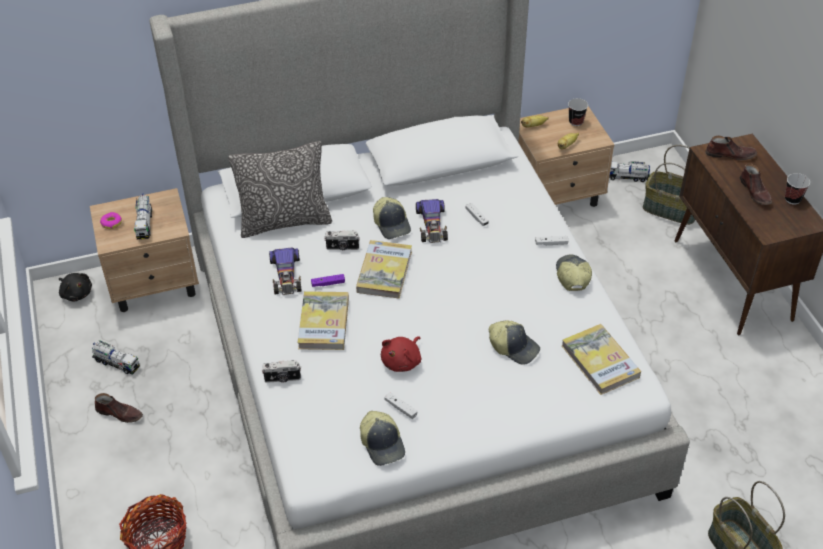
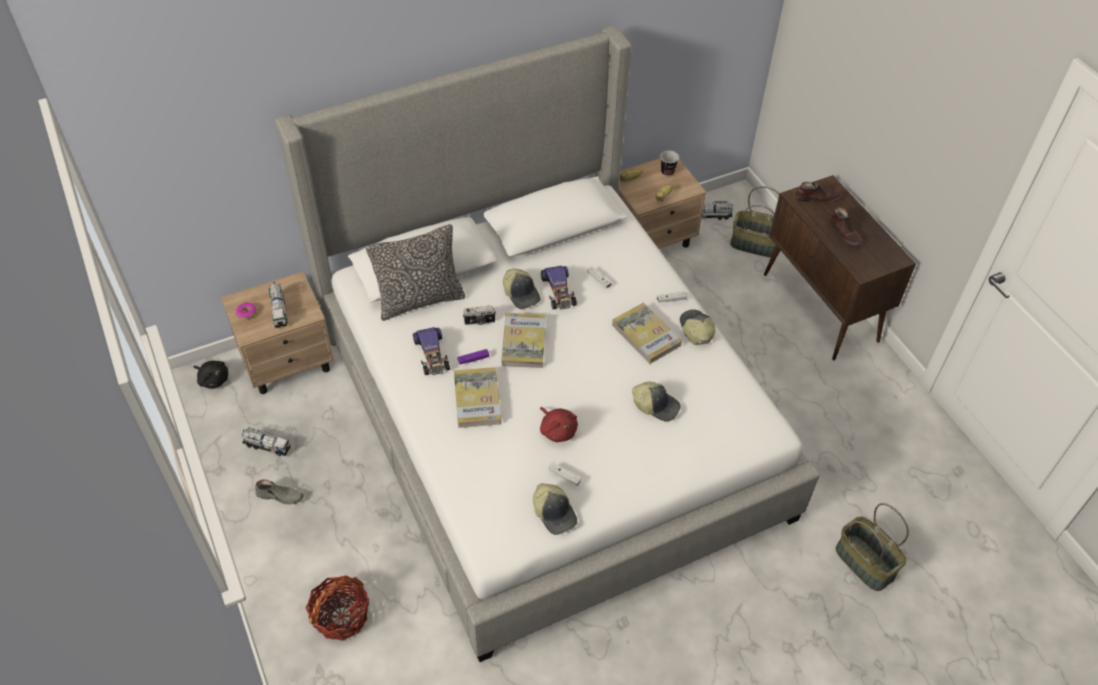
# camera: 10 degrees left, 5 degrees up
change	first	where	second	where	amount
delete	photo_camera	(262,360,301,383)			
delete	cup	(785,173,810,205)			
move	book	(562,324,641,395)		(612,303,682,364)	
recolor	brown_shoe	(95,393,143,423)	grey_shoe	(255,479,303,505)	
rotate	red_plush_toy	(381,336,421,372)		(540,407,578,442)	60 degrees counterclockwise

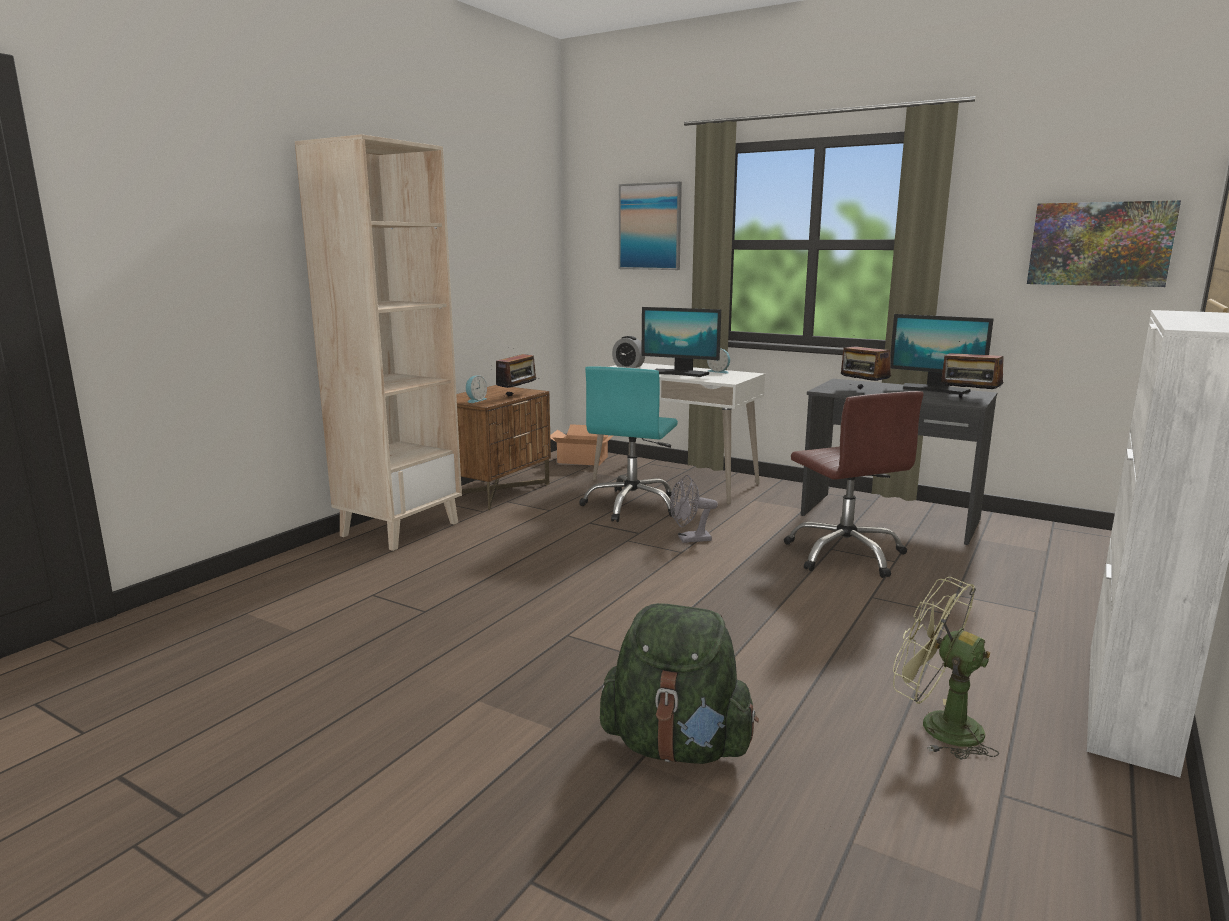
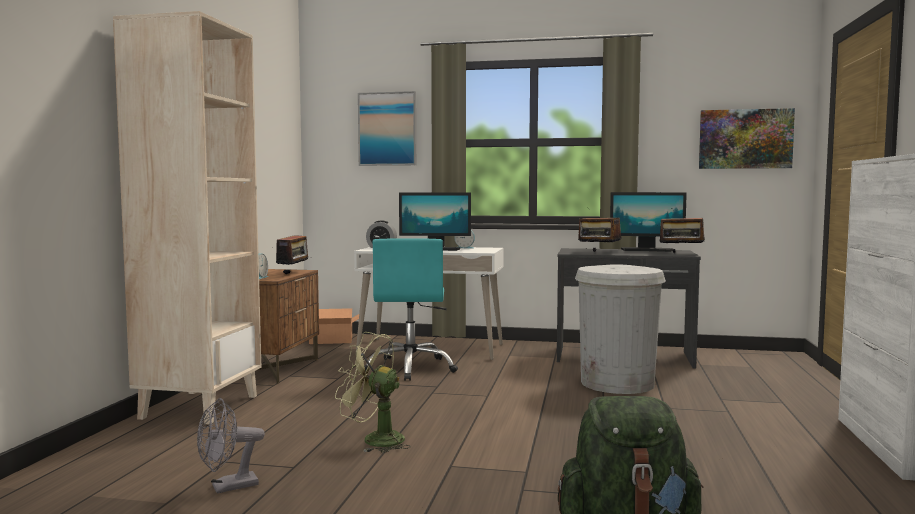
# camera: 20 degrees left, 10 degrees down
change	first	where	second	where	amount
move	grey_fan	(670,475,718,543)		(197,398,265,494)	
move	green_fan	(893,577,999,760)		(335,332,411,453)	
replace	brown_office_chair	(784,391,924,578)	white_trash_can	(575,264,666,394)	

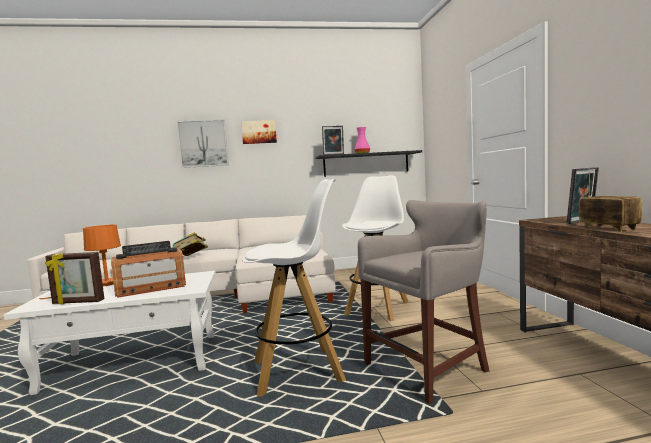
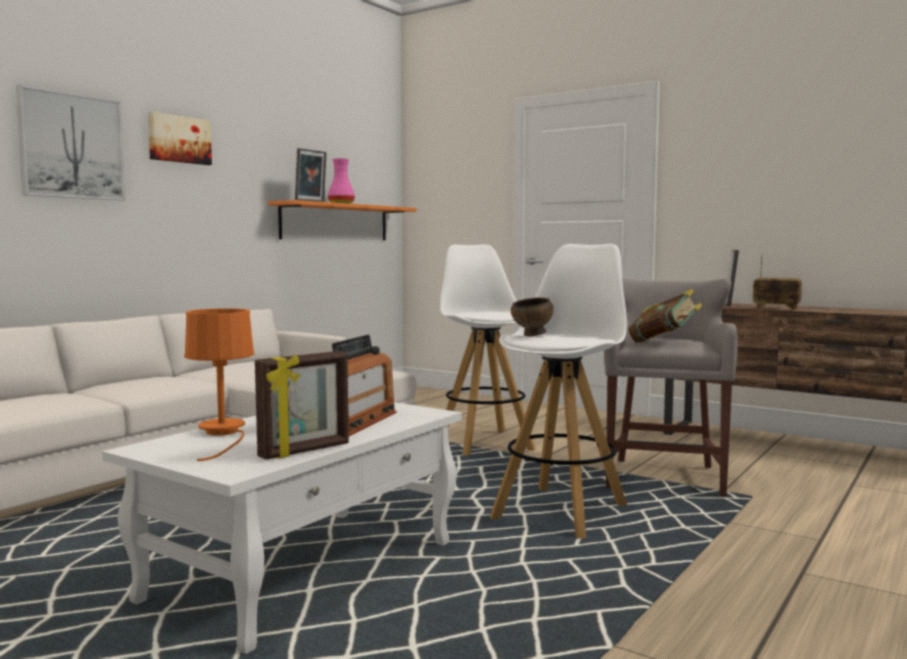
# camera: 45 degrees left, 0 degrees up
change	first	where	second	where	amount
insert			brown_bowl	(511,298,553,336)	
move	book	(173,233,208,256)		(628,289,702,343)	
recolor	black_shelf	(316,150,422,177)	orange_shelf	(268,200,417,240)	

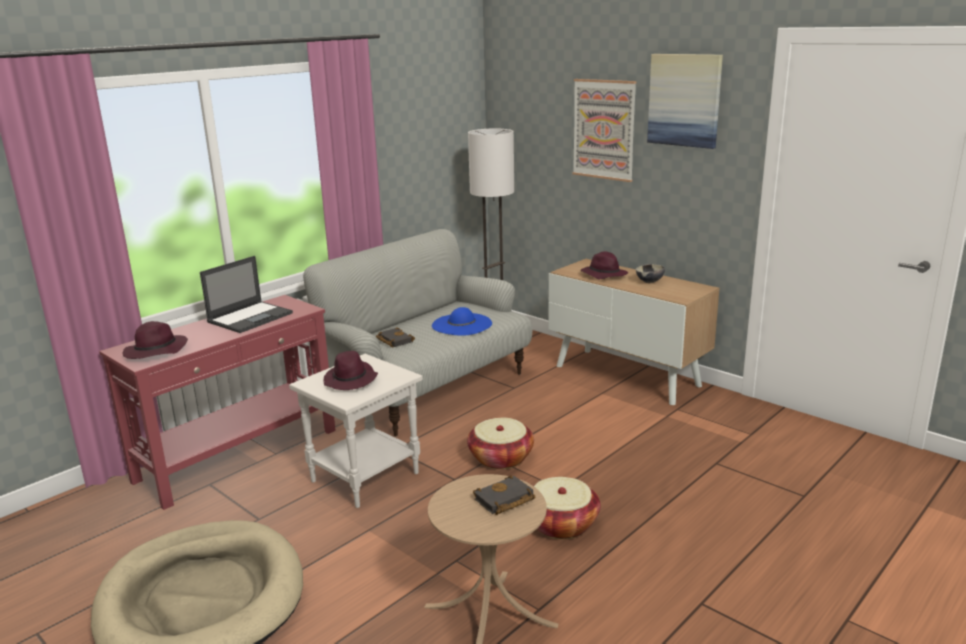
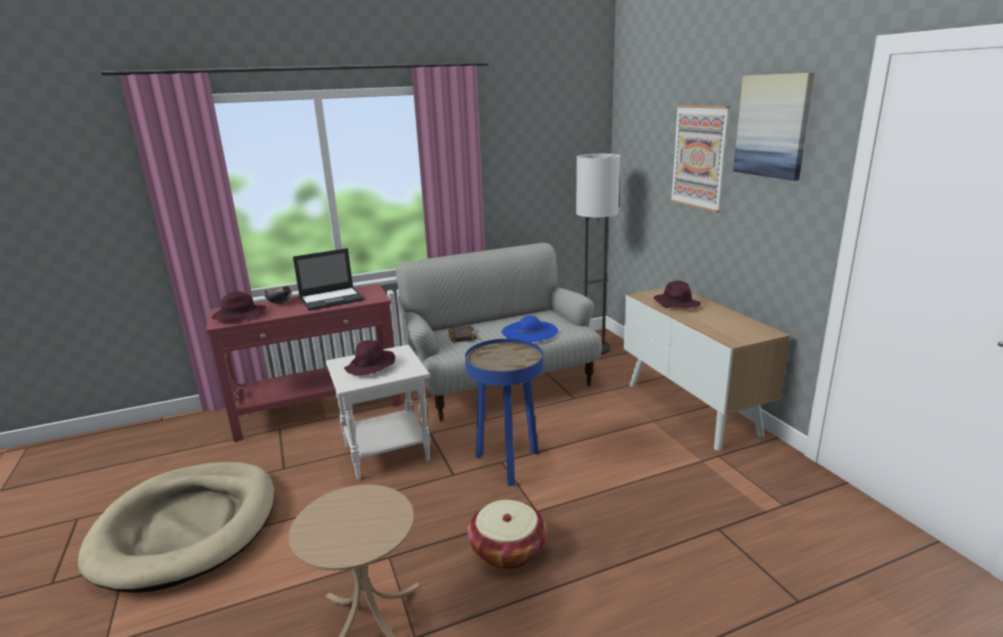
# camera: 25 degrees right, 0 degrees up
change	first	where	second	where	amount
delete	black_book	(473,475,535,515)			
move	bowl	(635,264,665,283)		(263,286,292,304)	
replace	basket	(467,418,534,469)	blue_side_table	(465,339,543,486)	

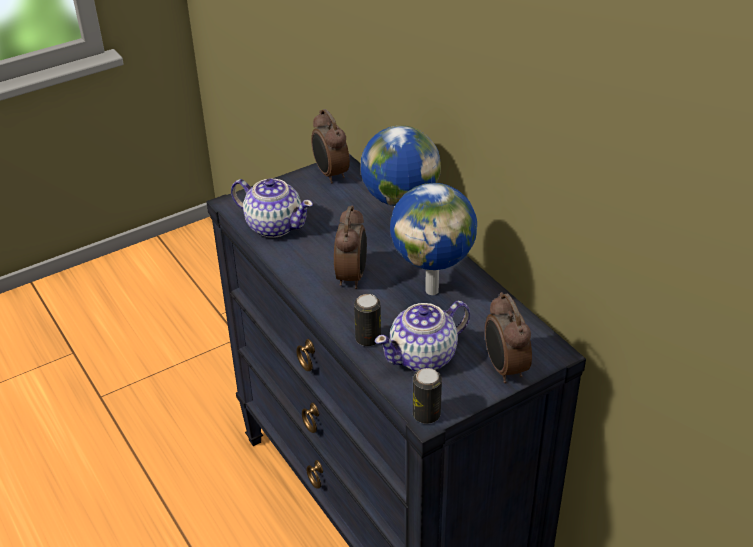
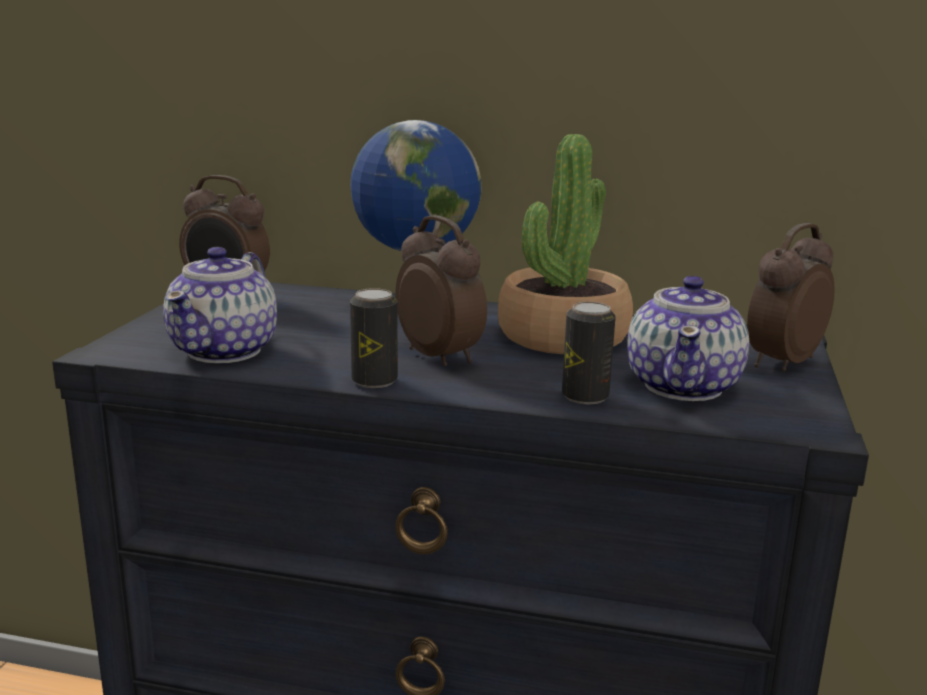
# camera: 45 degrees left, 20 degrees down
change	first	where	second	where	amount
move	can	(413,368,442,424)		(350,288,398,388)	
replace	globe	(390,183,477,295)	potted_plant	(498,134,633,354)	
rotate	teapot	(231,179,313,238)		(163,247,277,363)	120 degrees clockwise
rotate	alarm_clock	(485,292,532,383)		(747,223,834,371)	105 degrees clockwise

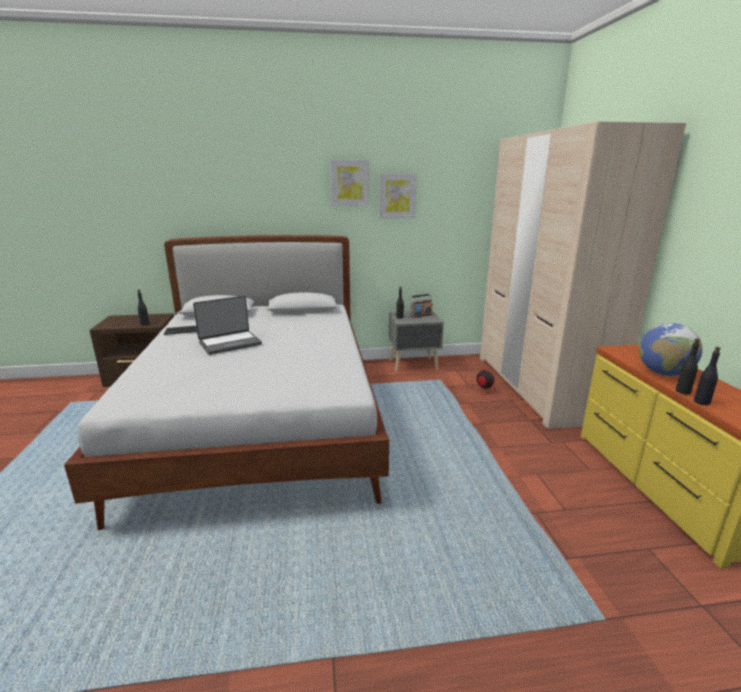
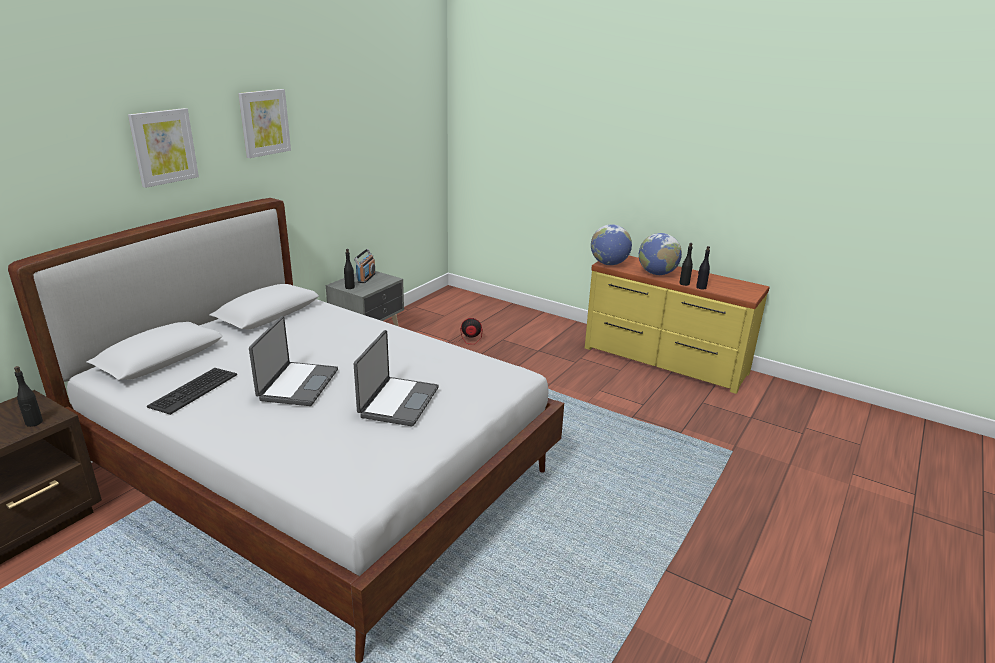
# camera: 50 degrees left, 5 degrees up
change	first	where	second	where	amount
delete	beige_wardrobe	(480,121,686,429)			
insert			laptop	(354,330,439,426)	
insert			globe	(591,224,632,265)	
move	picture	(379,174,416,218)		(128,108,199,188)	

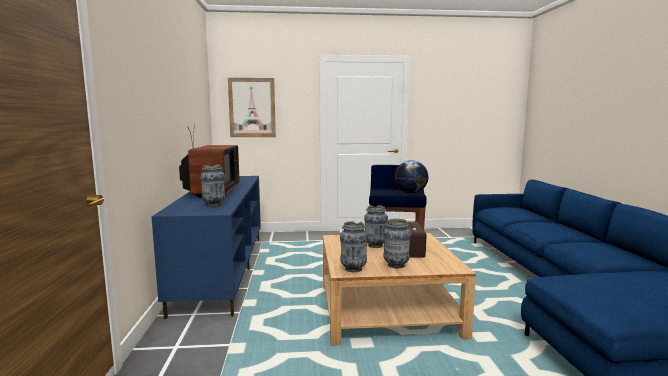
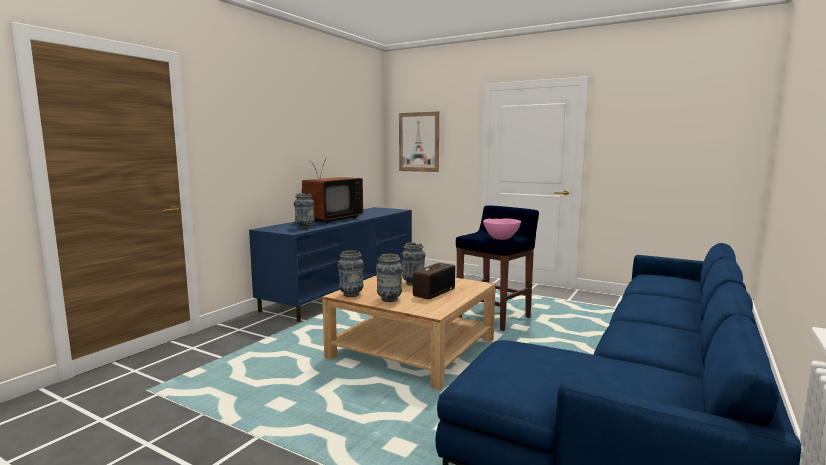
# camera: 35 degrees right, 0 degrees up
change	first	where	second	where	amount
replace	globe	(394,160,428,194)	pink_bowl	(483,218,521,240)	

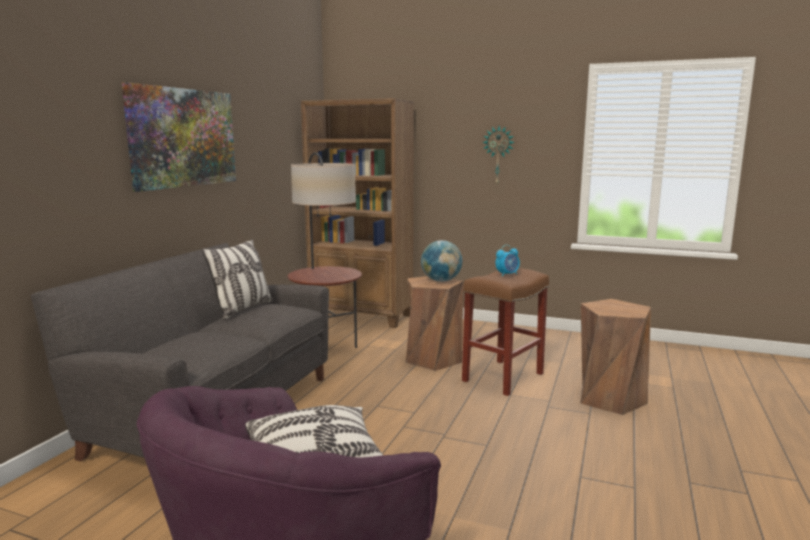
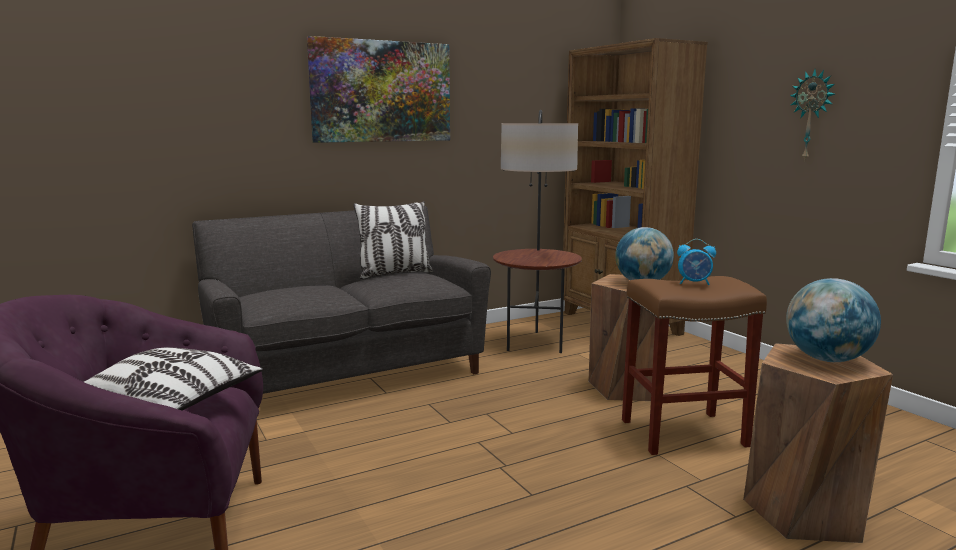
# camera: 40 degrees right, 0 degrees up
change	first	where	second	where	amount
insert			globe	(786,278,881,362)	

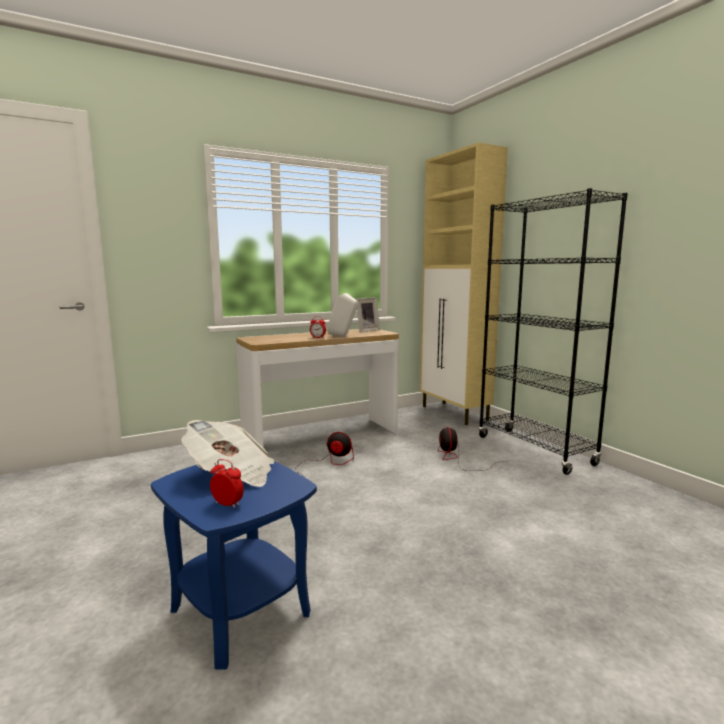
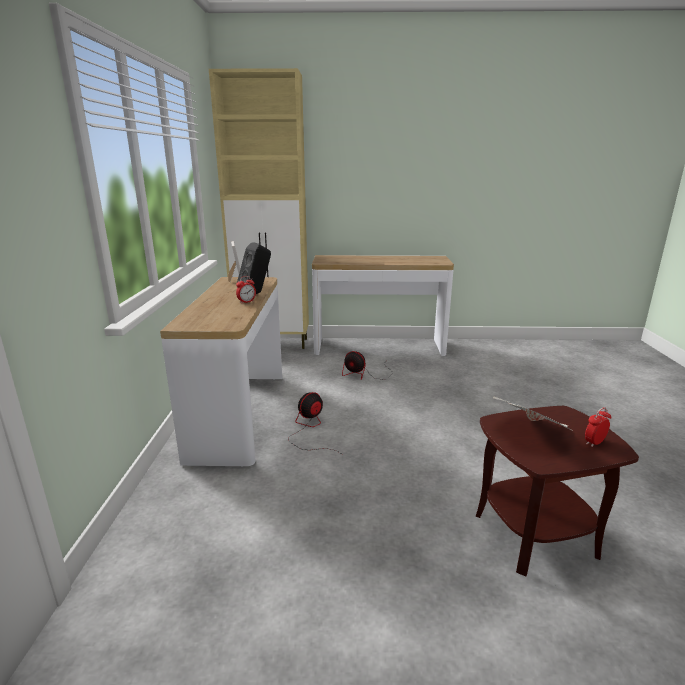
# camera: 60 degrees left, 10 degrees up
change	first	where	second	where	amount
replace	black_bookcase	(478,188,628,475)	console_table	(312,255,454,356)	
recolor	blue_side_table	(151,461,317,670)	brown_side_table	(476,406,639,576)	
recolor	white_speaker	(327,293,358,337)	black_speaker	(237,242,271,294)	

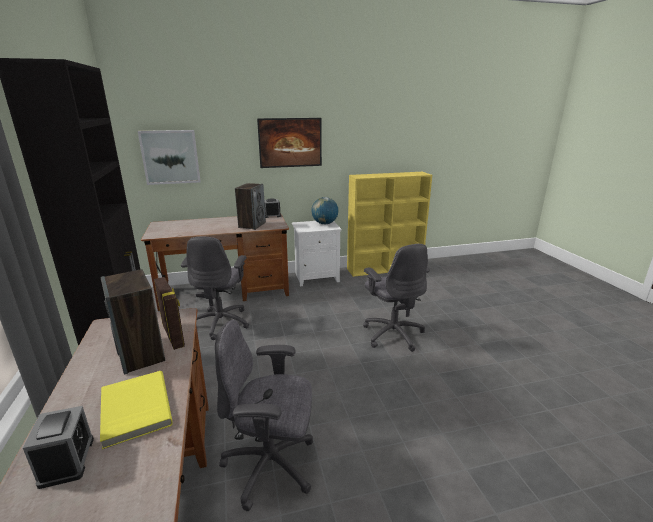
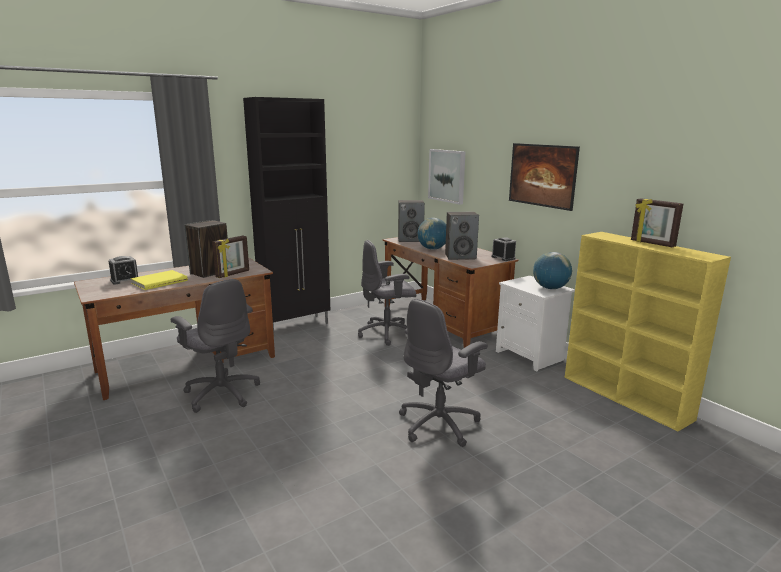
# camera: 70 degrees right, 5 degrees down
change	first	where	second	where	amount
insert			speaker	(398,200,425,242)	
insert			globe	(418,218,446,250)	
insert			picture_frame	(631,198,683,247)	
rotate	grey_office_chair	(215,320,313,511)		(171,279,260,413)	150 degrees clockwise

